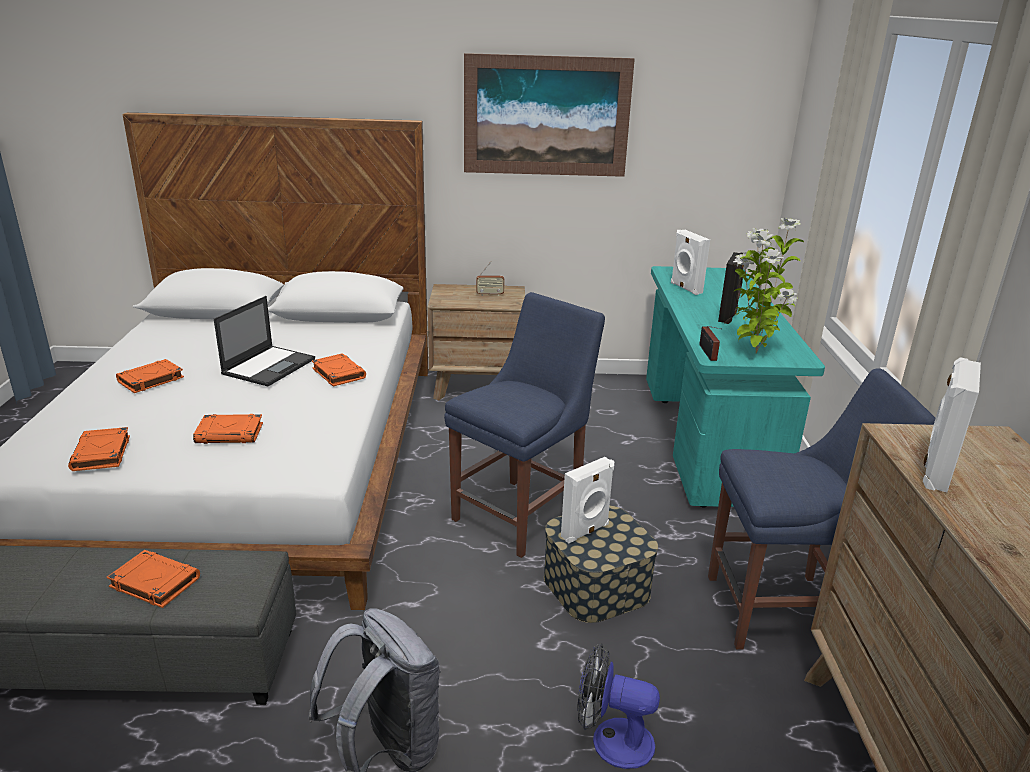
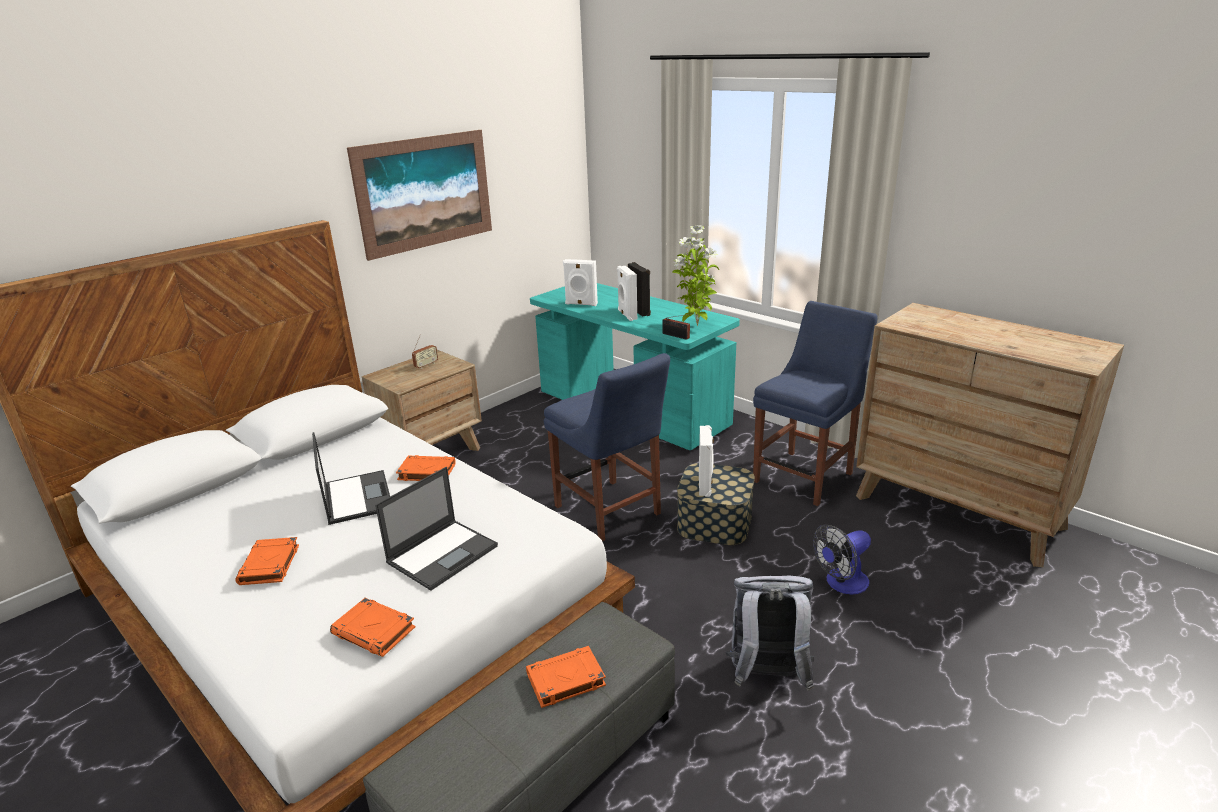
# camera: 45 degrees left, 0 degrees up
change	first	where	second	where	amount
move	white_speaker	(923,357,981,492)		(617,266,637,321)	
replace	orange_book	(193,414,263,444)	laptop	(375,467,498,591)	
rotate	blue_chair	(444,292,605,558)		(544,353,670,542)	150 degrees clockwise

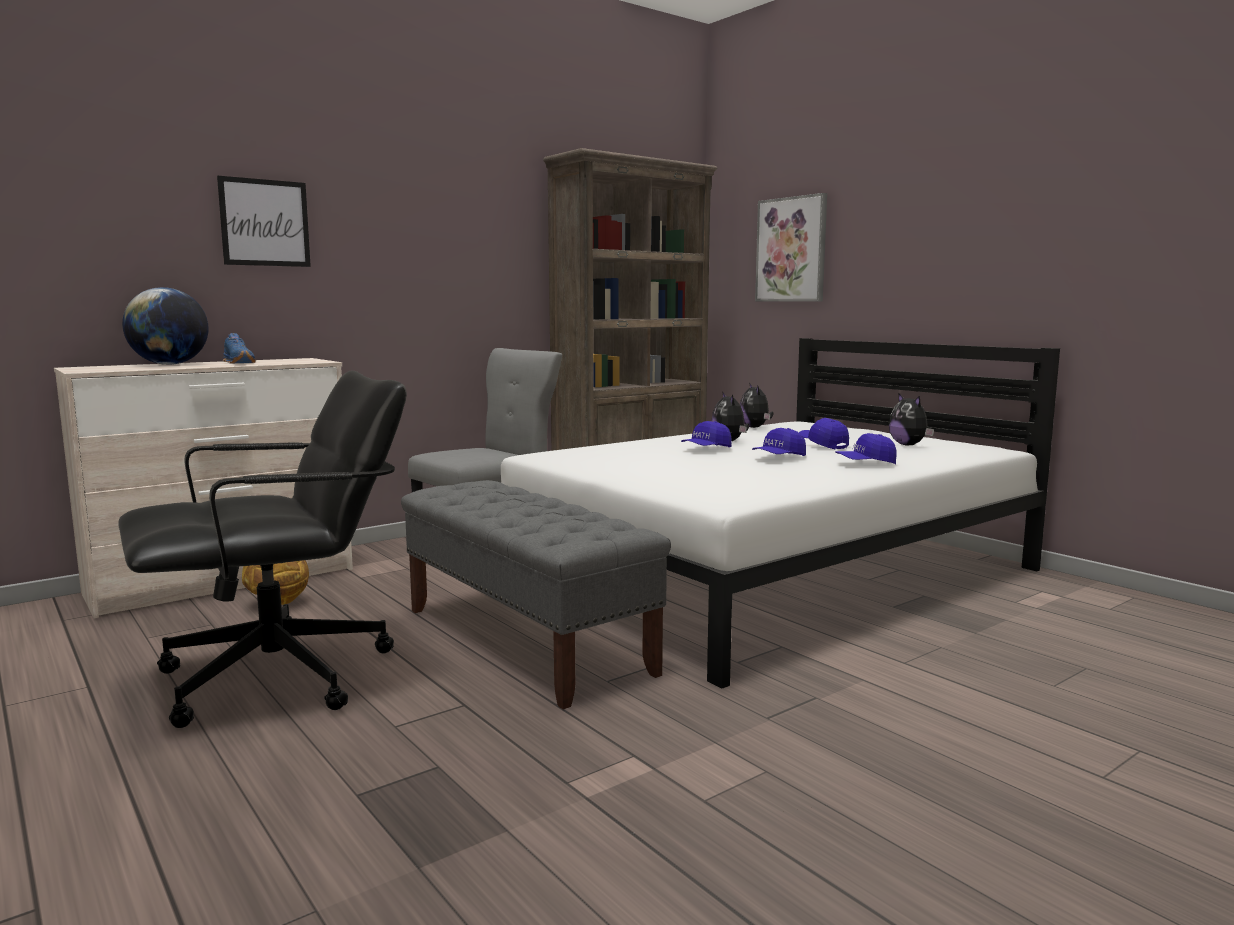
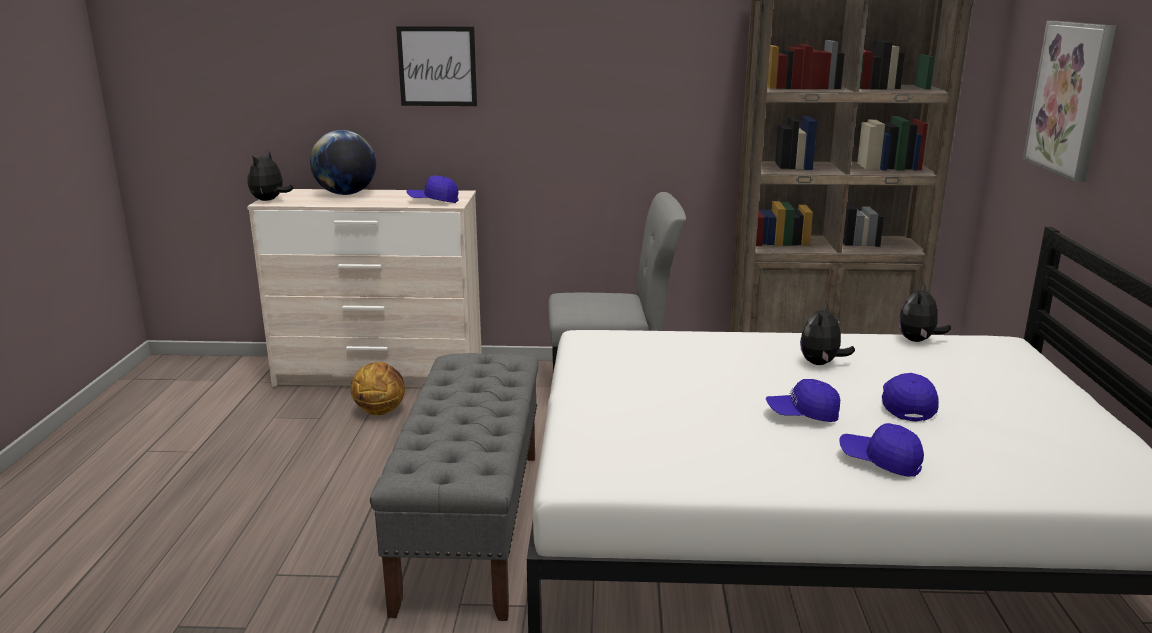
# camera: 40 degrees right, 10 degrees up
change	first	where	second	where	amount
delete	black_office_chair	(118,371,407,728)			
delete	blue_shoe	(223,333,256,364)			
move	blue_cap	(681,421,731,447)		(407,175,459,203)	
move	plush_toy	(889,393,934,446)		(248,151,294,201)	

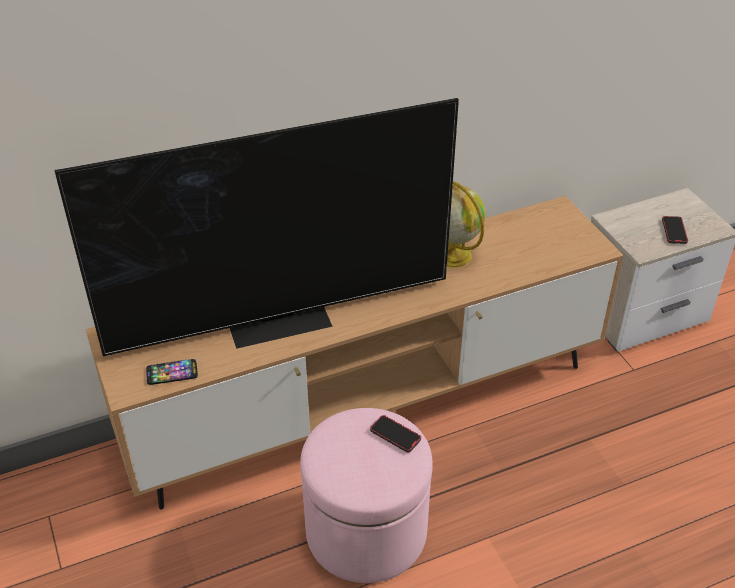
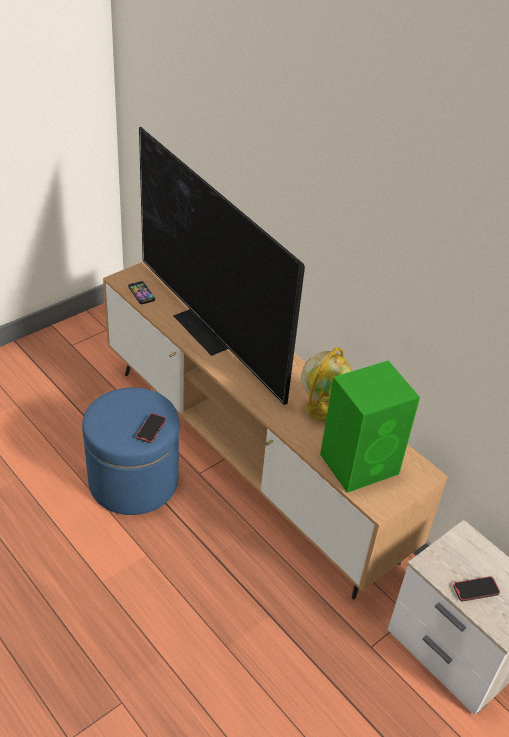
# camera: 70 degrees right, 0 degrees up
change	first	where	second	where	amount
insert			green_speaker	(320,361,420,493)	
recolor	pink_ottoman	(300,408,433,583)	blue_ottoman	(82,387,179,515)	

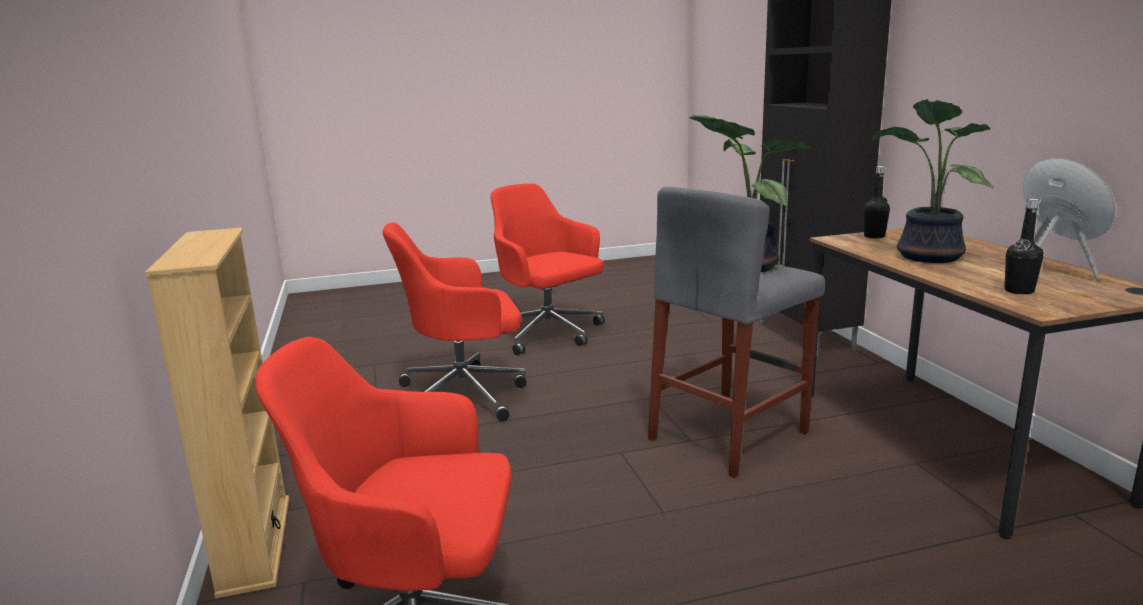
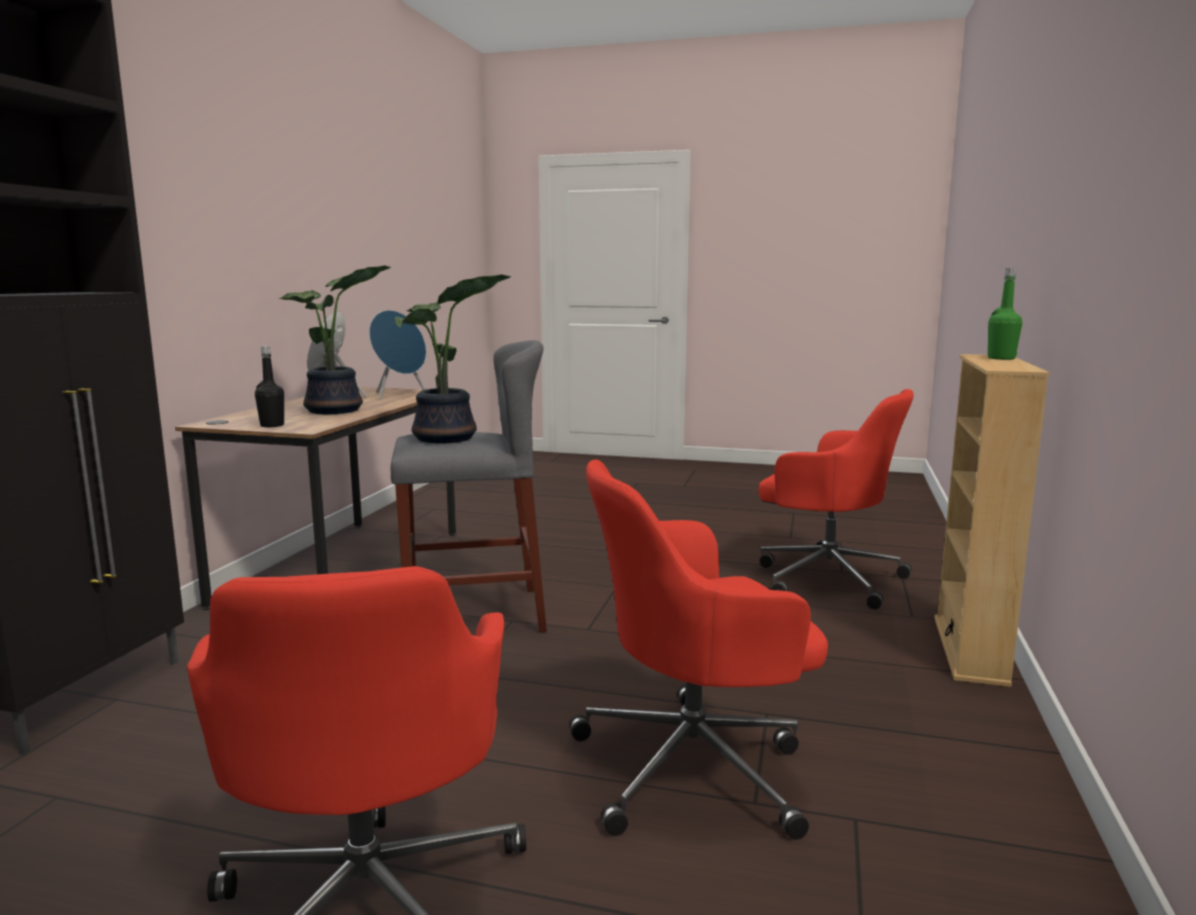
# camera: 150 degrees left, 5 degrees down
change	first	where	second	where	amount
insert			green_bottle	(988,268,1022,360)	
replace	black_bottle	(1004,198,1044,294)	blue_speaker	(369,310,426,400)	
rotate	red_office_chair	(383,222,526,421)		(569,460,828,840)	150 degrees clockwise

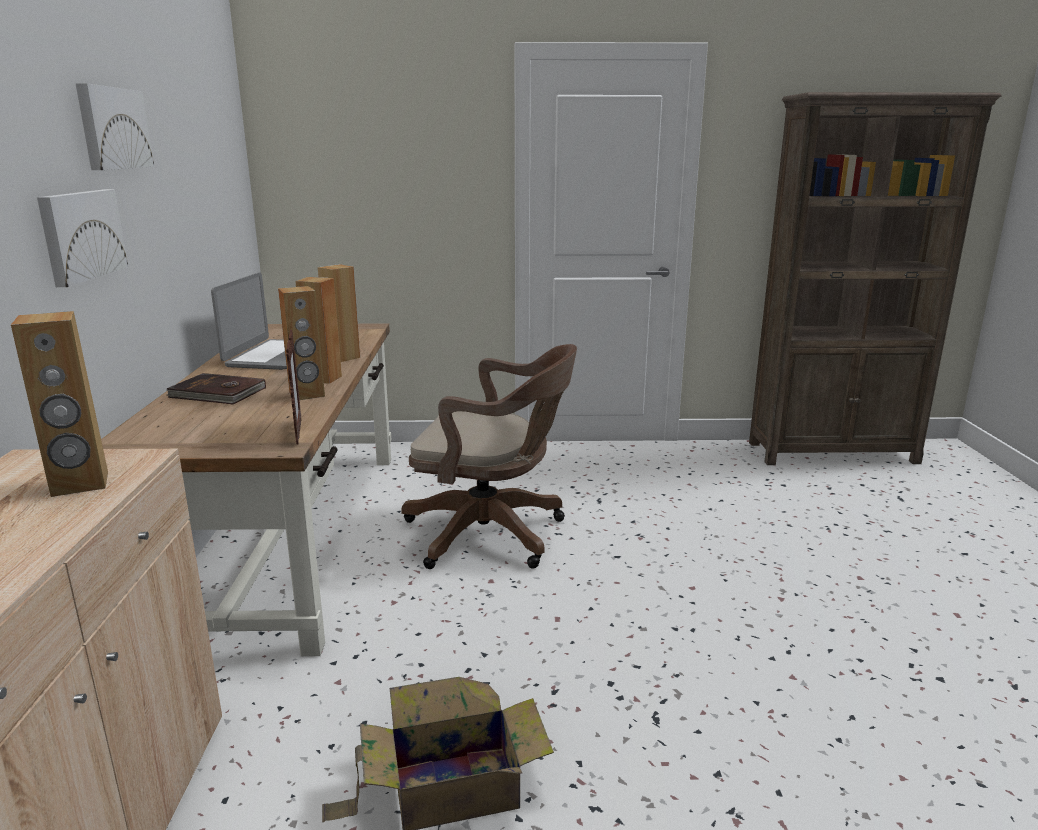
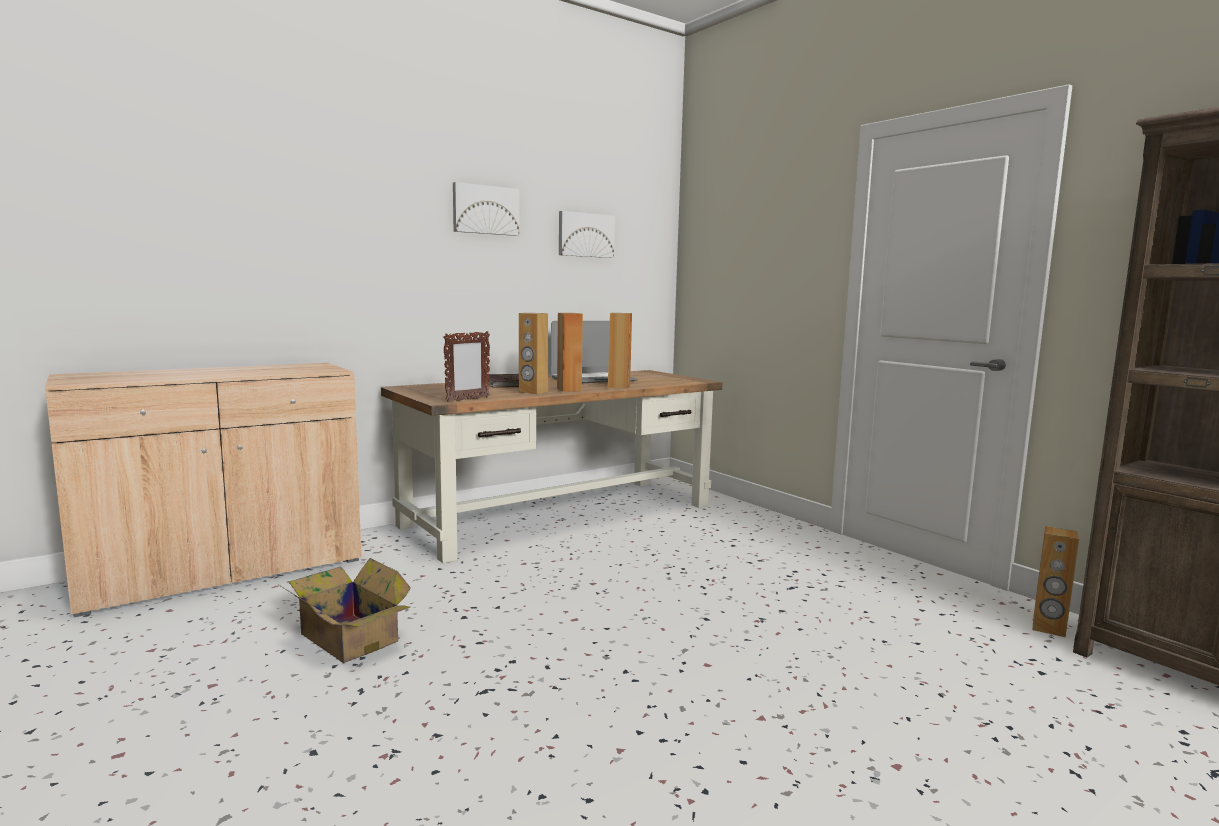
# camera: 55 degrees right, 10 degrees down
change	first	where	second	where	amount
delete	brown_office_chair	(401,344,577,569)			
move	brown_speaker	(11,311,108,497)		(1033,526,1079,638)	
move	picture	(37,189,128,287)		(559,211,615,258)	

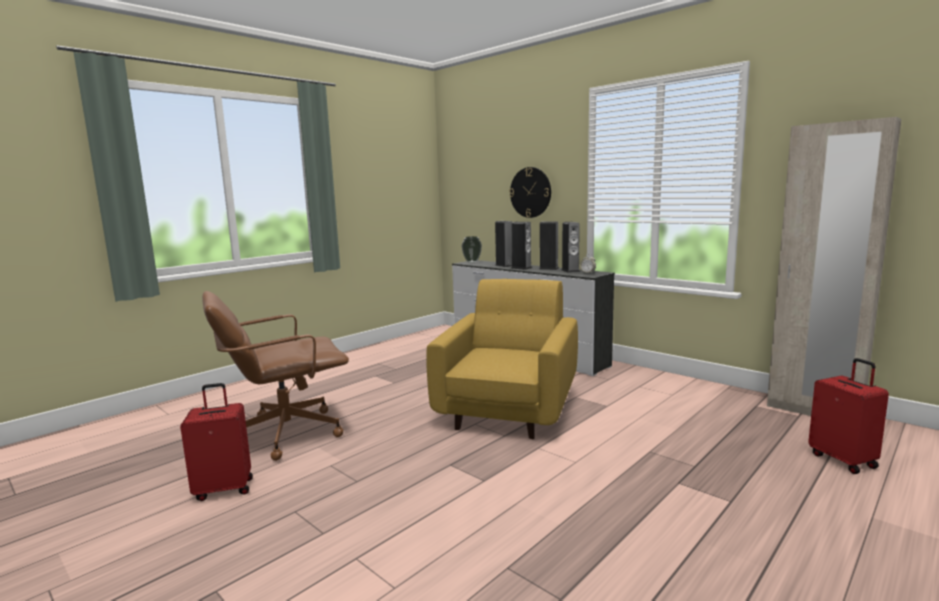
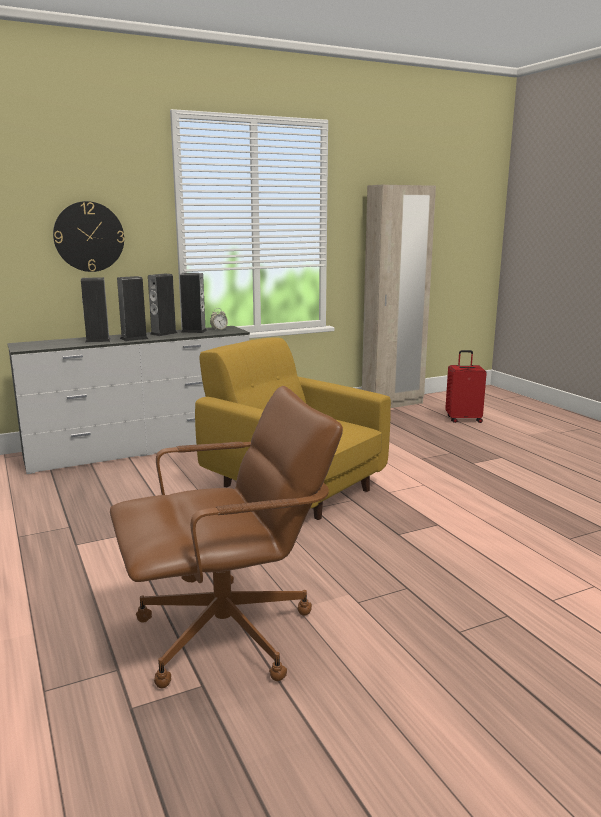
# camera: 70 degrees left, 5 degrees up
change	first	where	second	where	amount
delete	red_suitcase	(180,383,253,501)			
delete	vase	(462,236,482,263)			
rotate	brown_office_chair	(202,291,349,461)		(110,386,343,688)	105 degrees counterclockwise

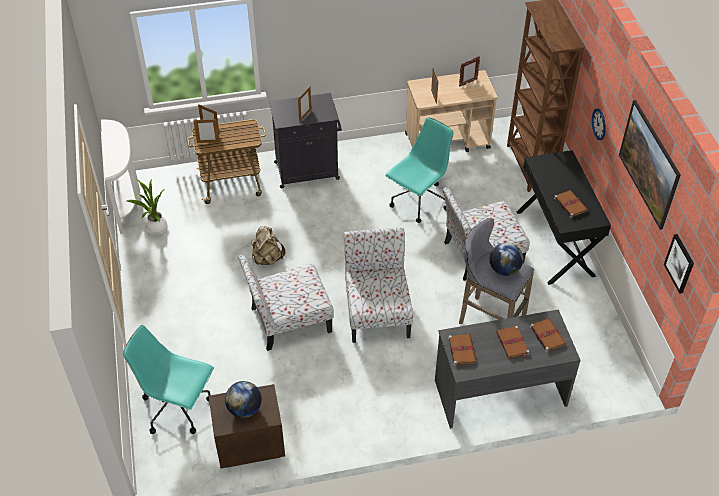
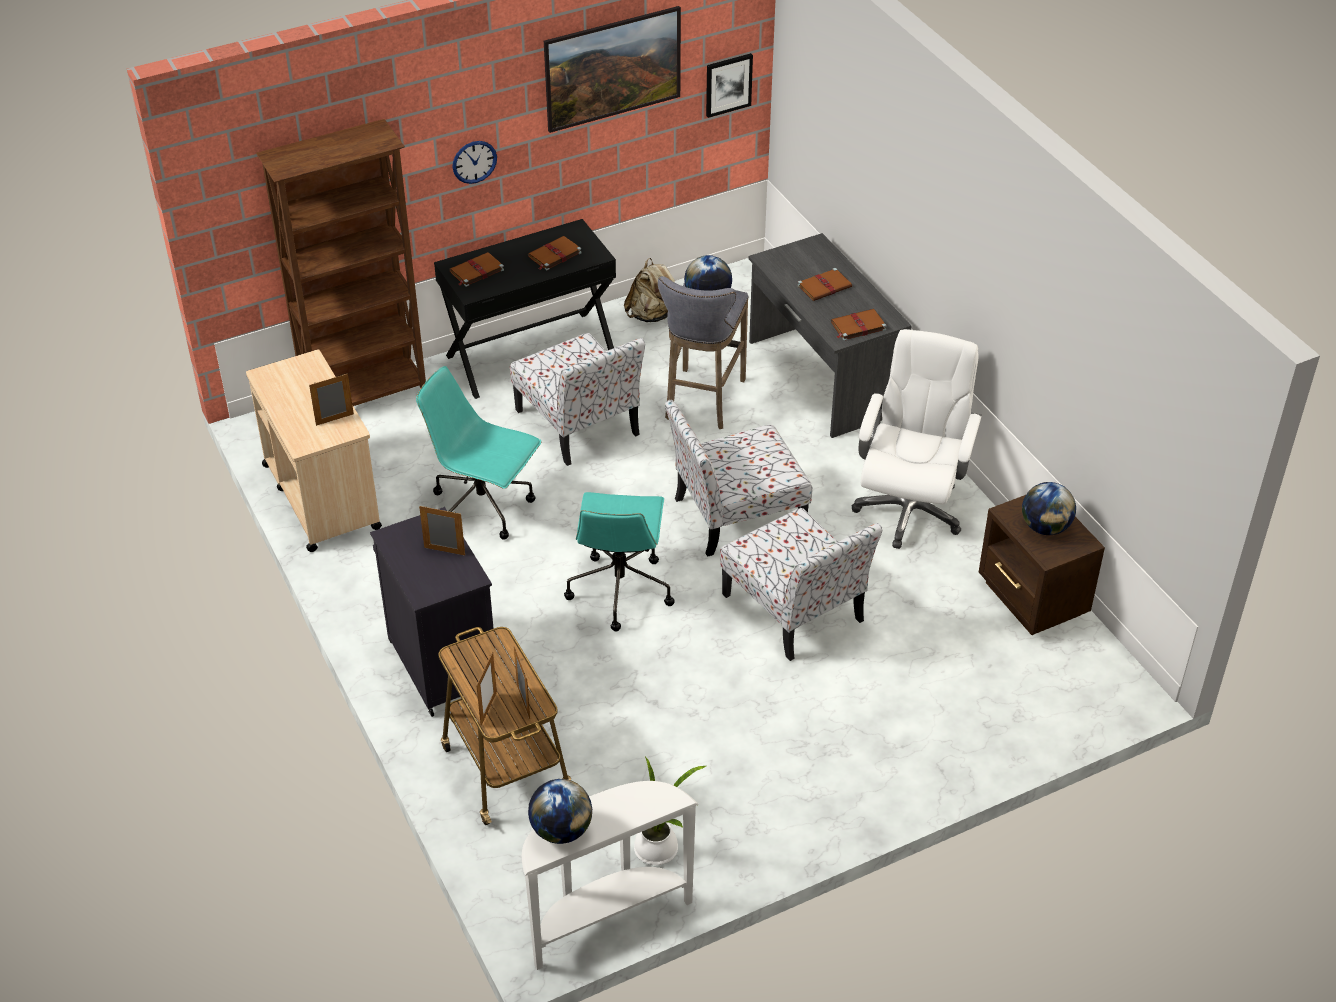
# camera: 105 degrees left, 5 degrees down
change	first	where	second	where	amount
delete	picture_frame	(459,56,480,87)			
insert			globe	(528,779,592,844)	
insert			white_office_chair	(852,329,982,549)	
move	turquoise_office_chair	(123,325,214,434)		(564,492,675,631)	
move	beige_backpack	(251,226,286,265)		(624,258,675,322)	
move	brown_book	(530,318,566,352)		(449,252,504,287)	

